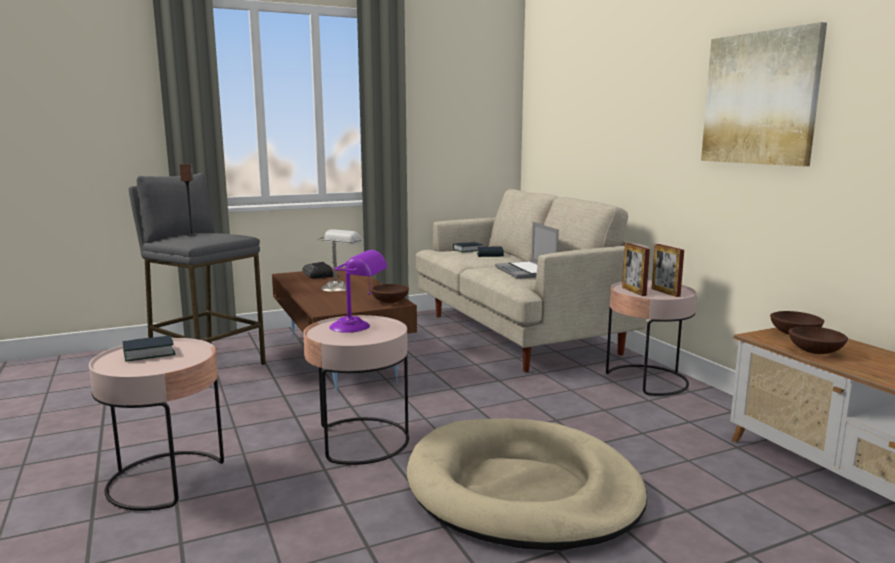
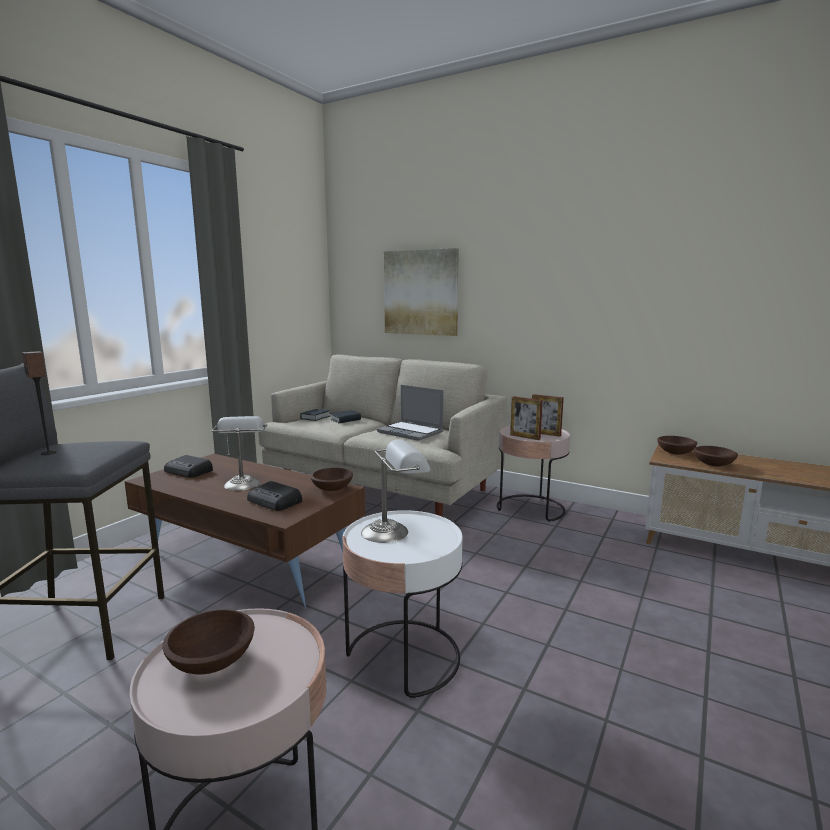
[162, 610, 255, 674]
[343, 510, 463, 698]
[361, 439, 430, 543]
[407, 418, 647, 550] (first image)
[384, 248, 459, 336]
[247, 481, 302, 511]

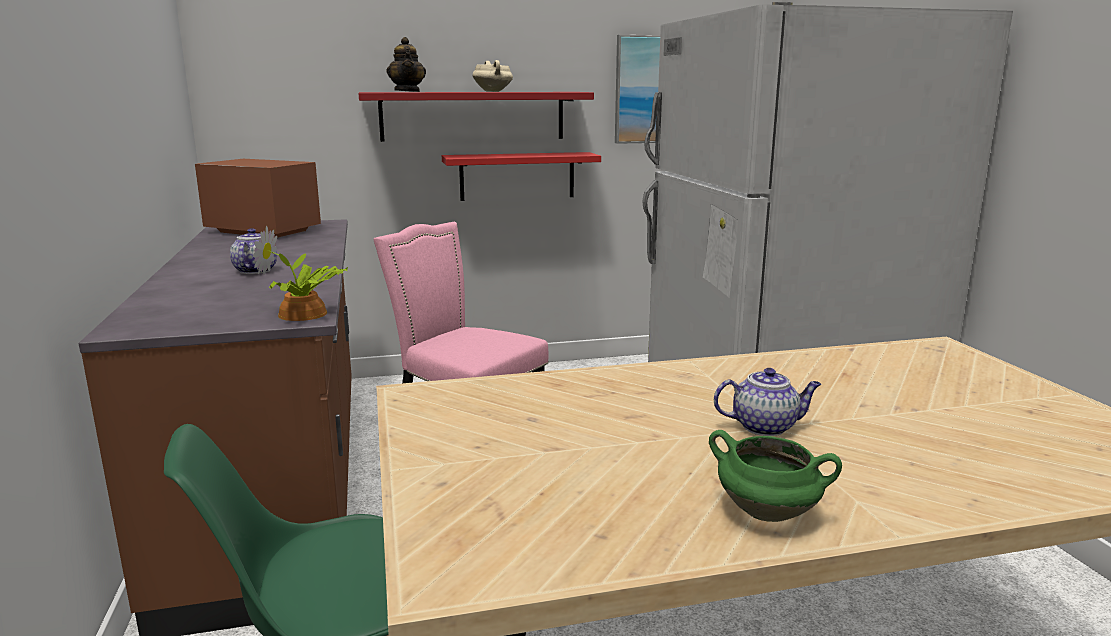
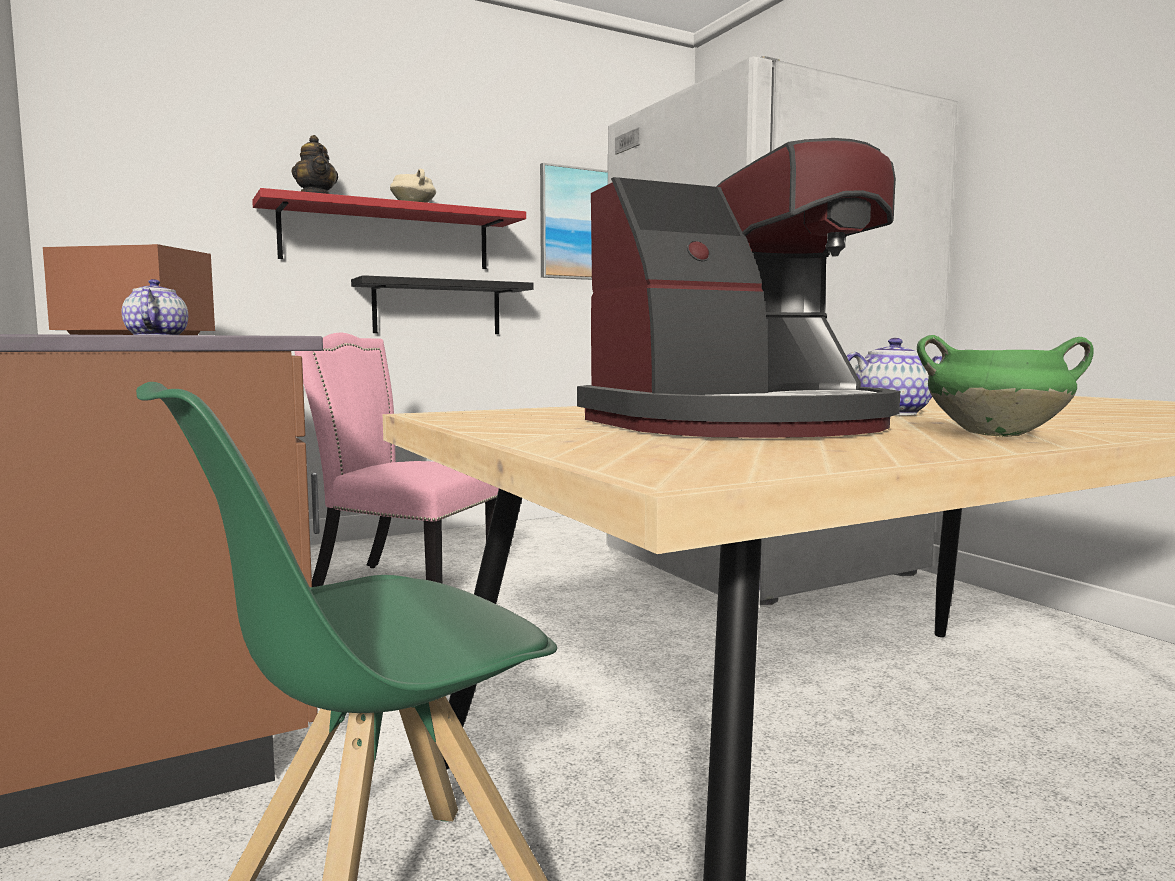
[253, 226, 348, 321] (first image)
[351, 275, 534, 334]
[577, 138, 900, 438]

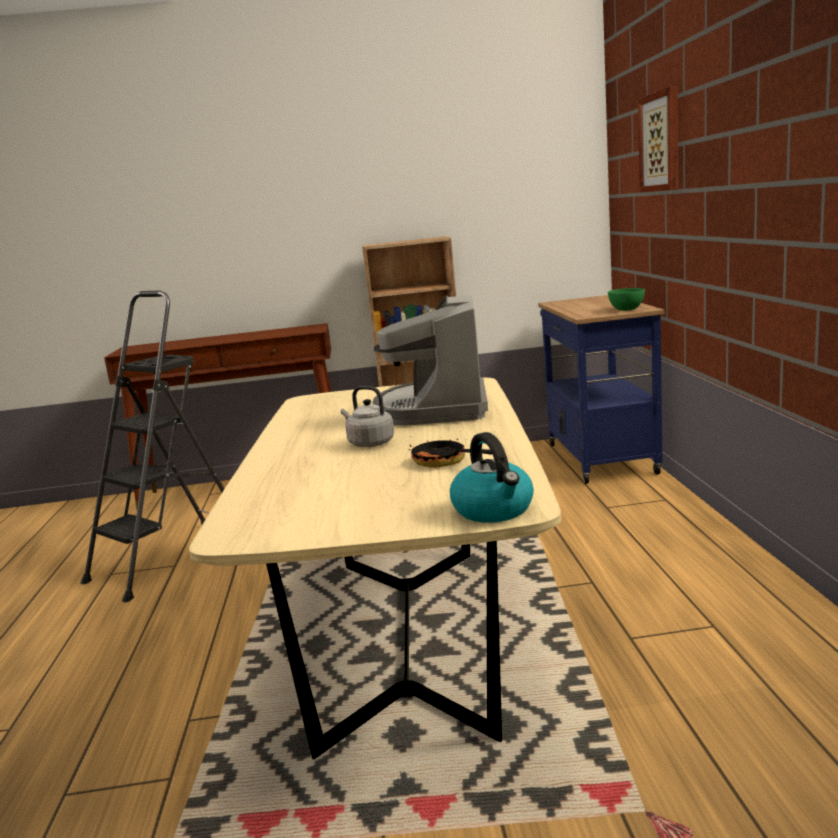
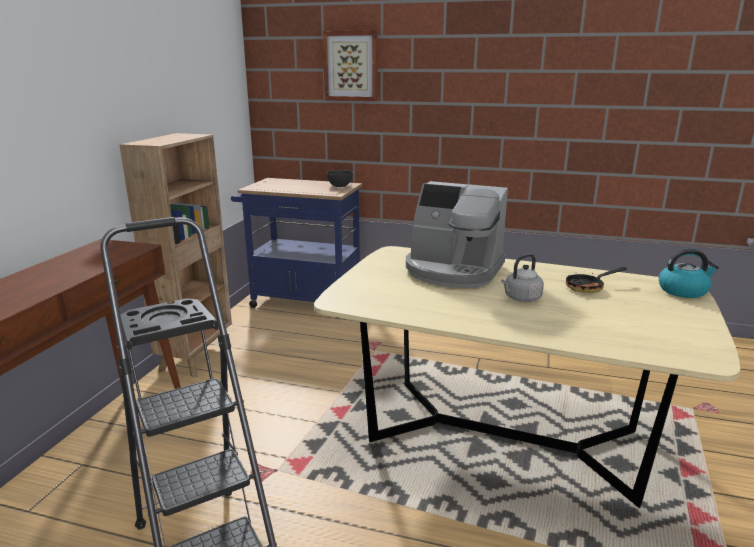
[327, 170, 353, 187]

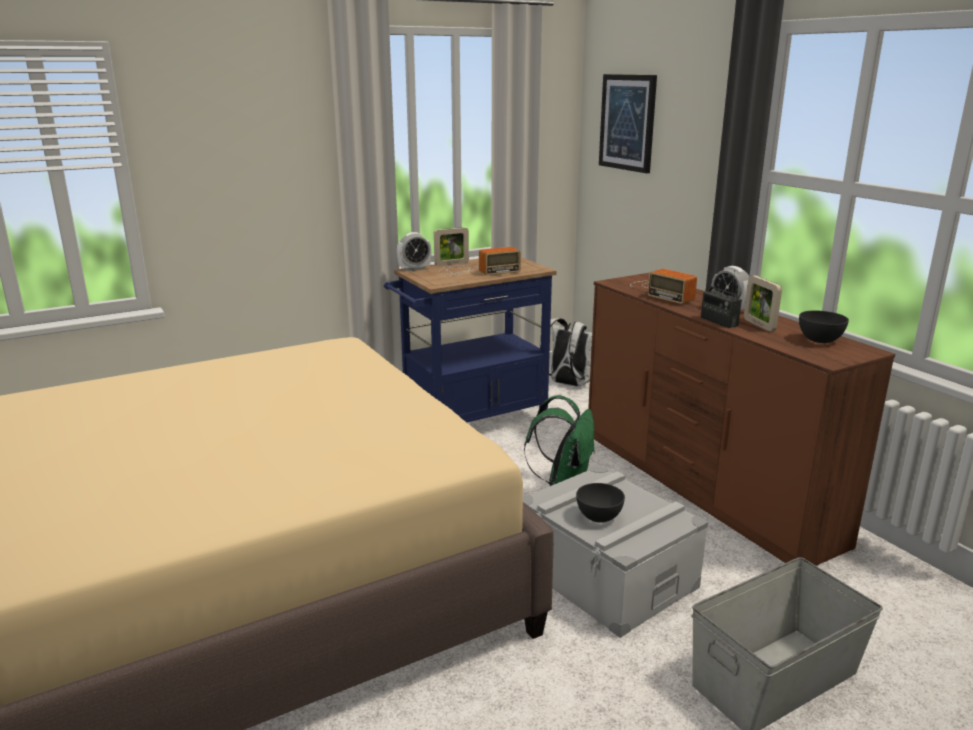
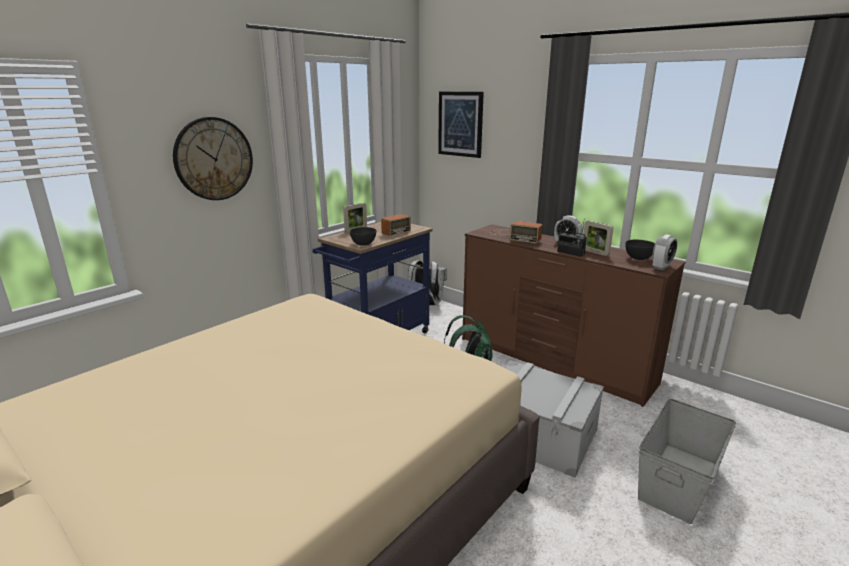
[653, 234, 677, 270]
[350, 227, 376, 246]
[173, 117, 253, 200]

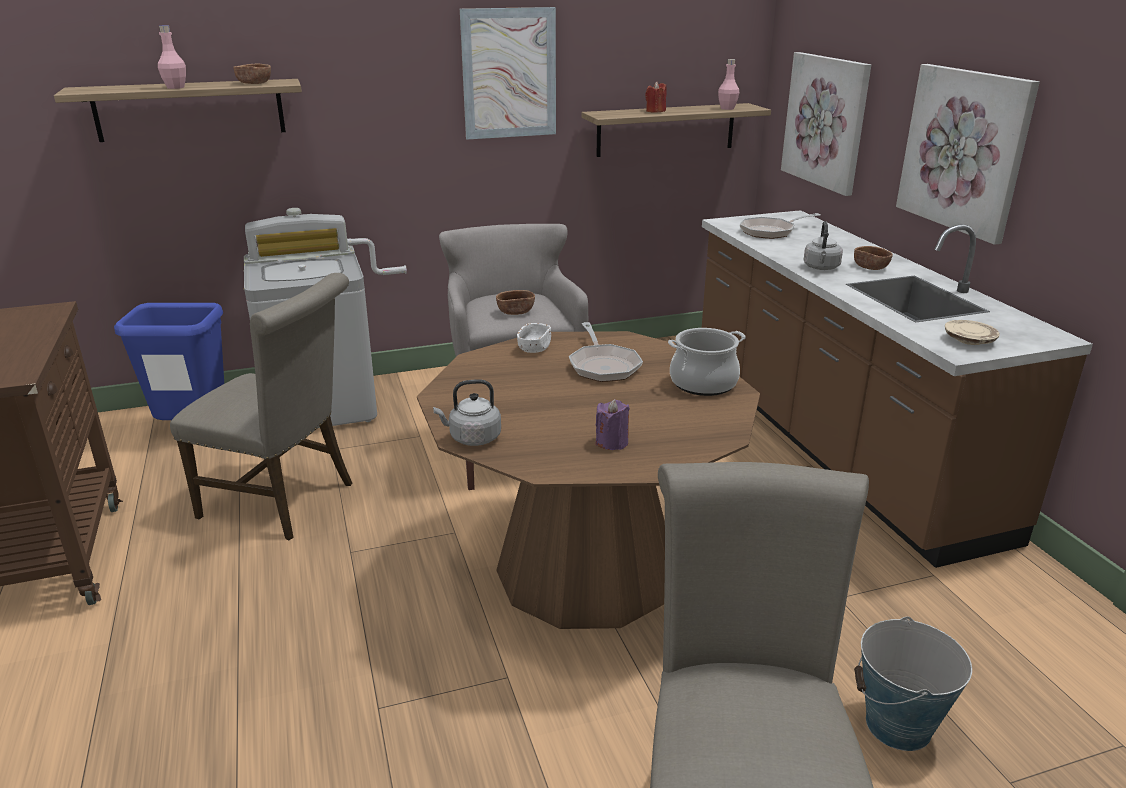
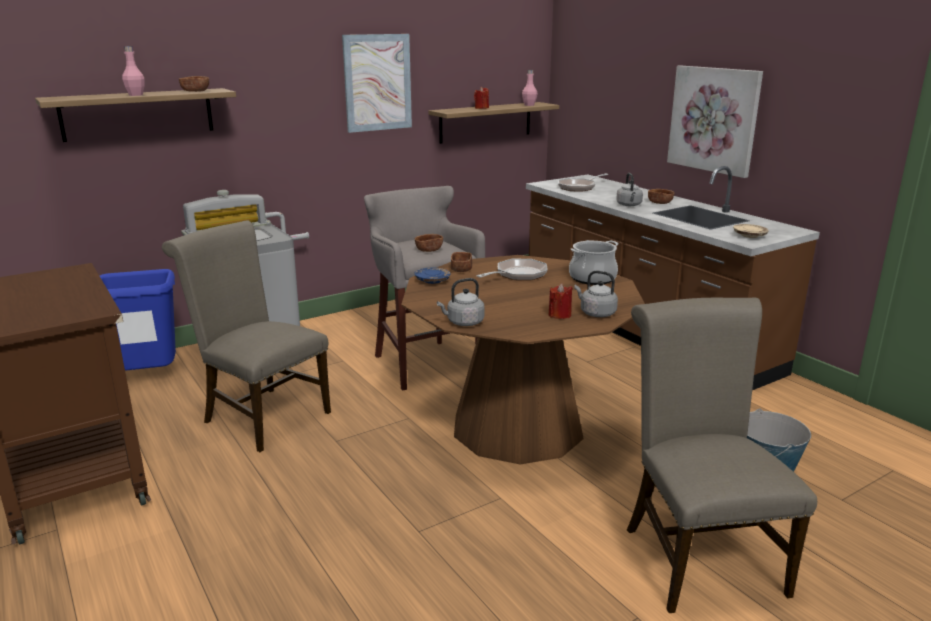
[162, 220, 331, 452]
[451, 252, 472, 272]
[476, 259, 547, 281]
[549, 283, 573, 319]
[781, 52, 871, 196] (first image)
[414, 268, 451, 284]
[574, 271, 618, 317]

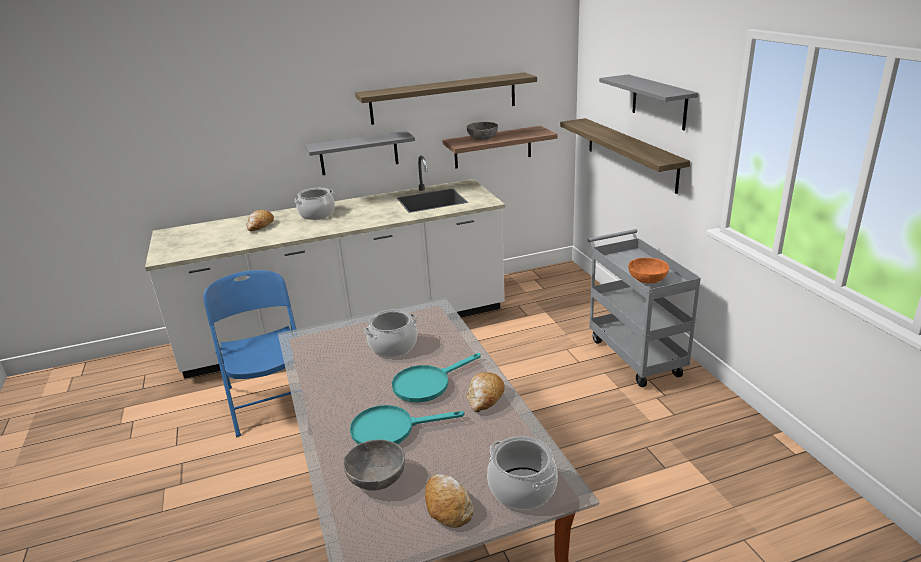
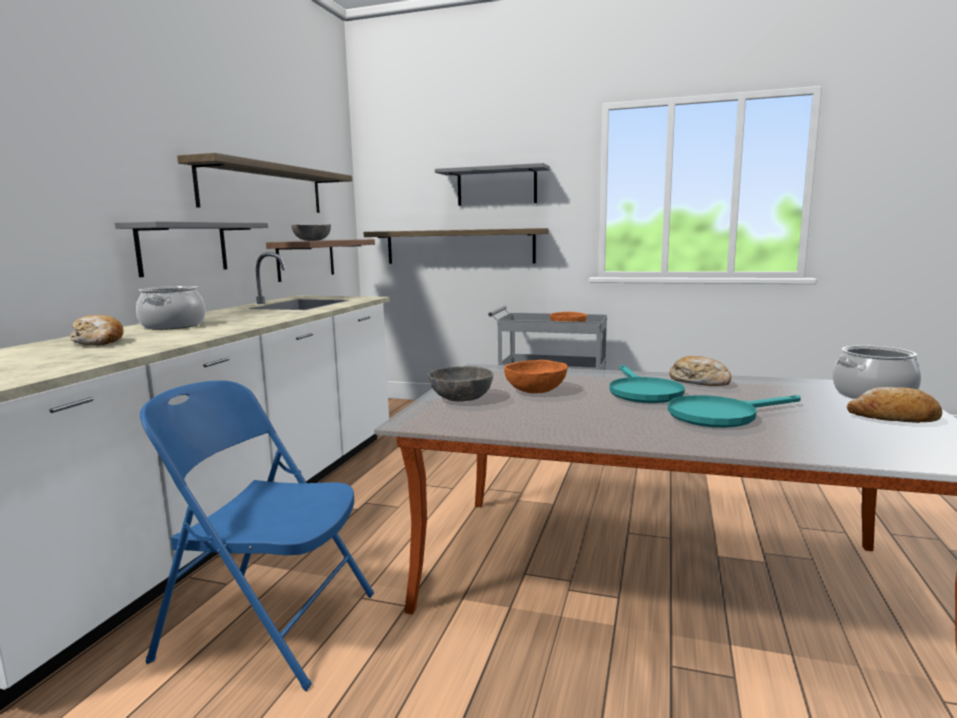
[428, 366, 493, 402]
[668, 395, 801, 428]
[504, 360, 567, 394]

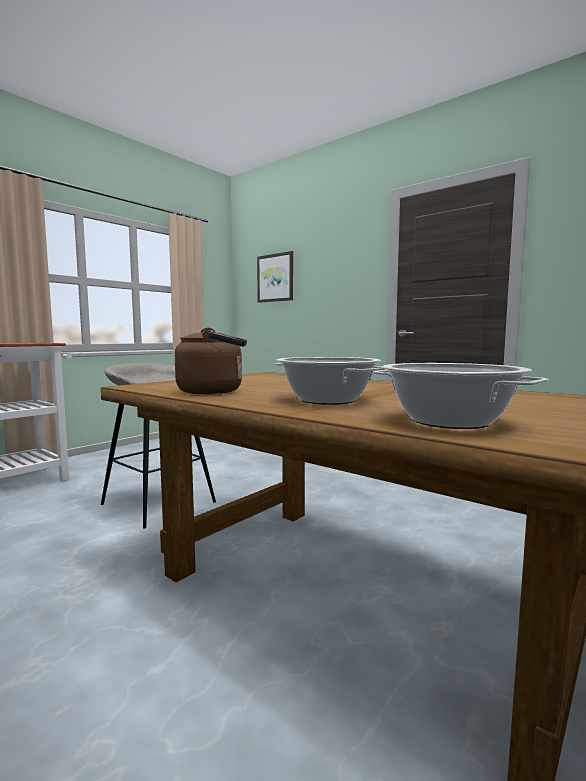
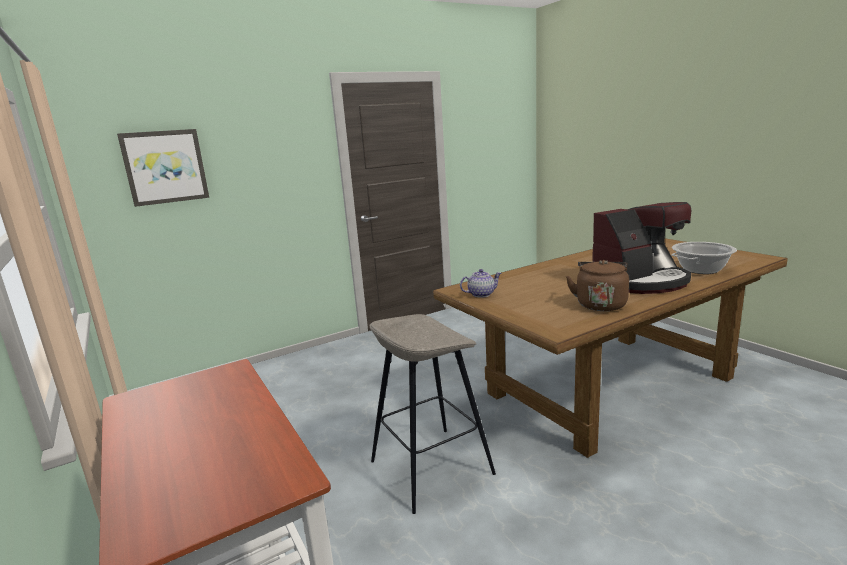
[592, 202, 691, 294]
[460, 269, 501, 298]

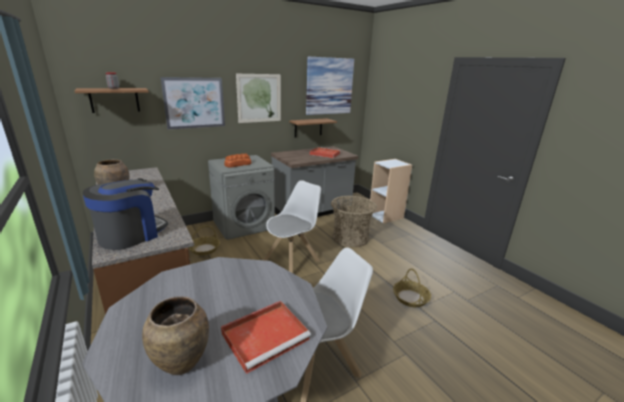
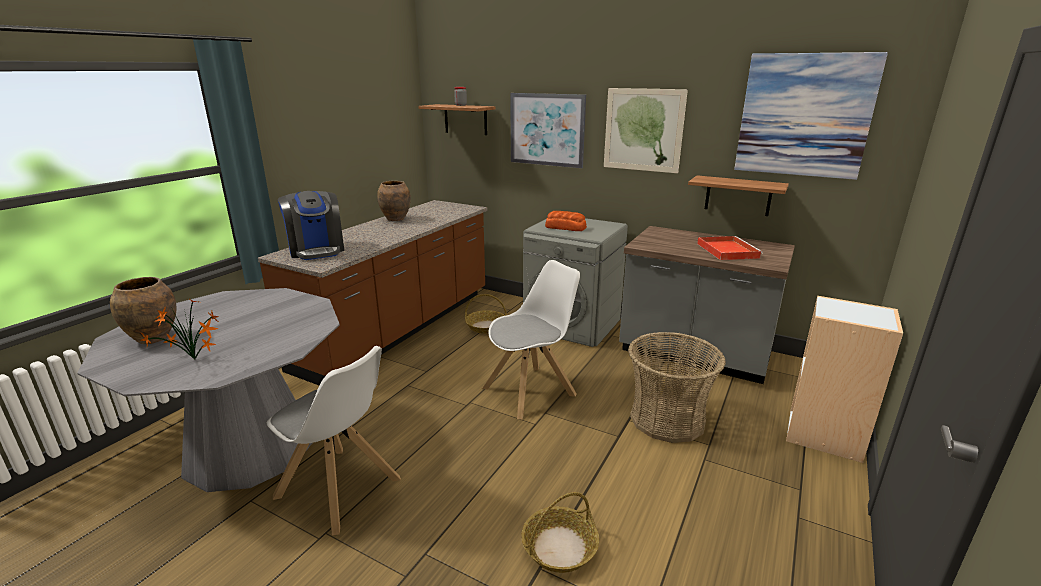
[278, 191, 344, 260]
[140, 298, 219, 359]
[482, 260, 580, 419]

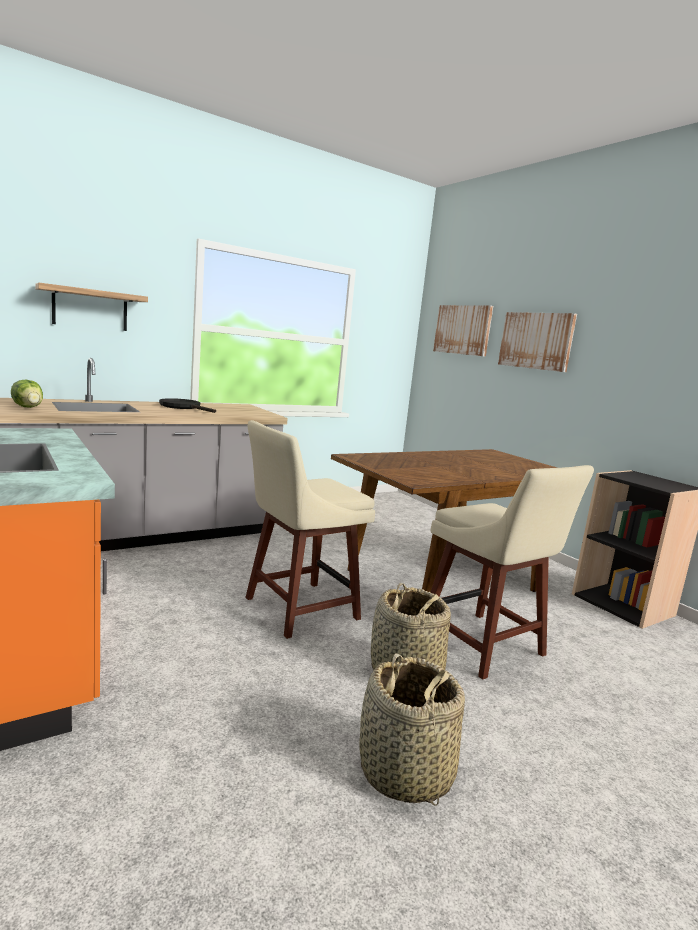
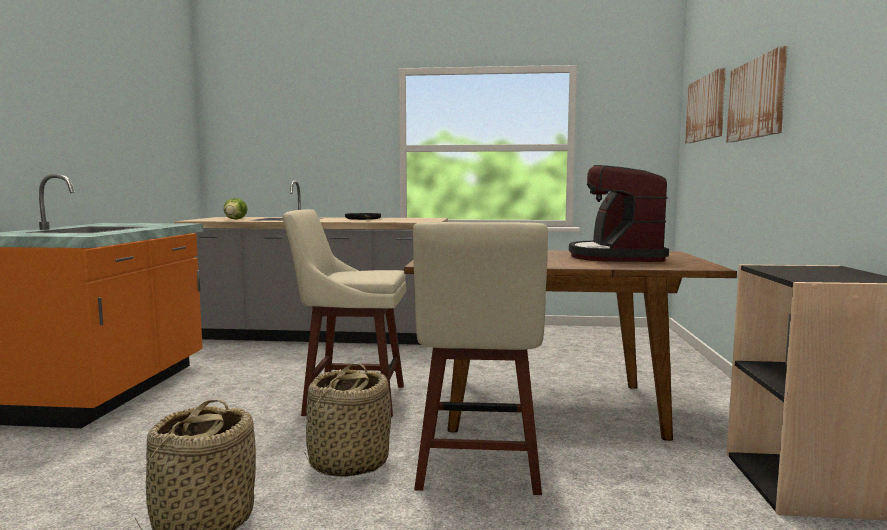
[35, 283, 148, 331] (first image)
[569, 165, 669, 262]

